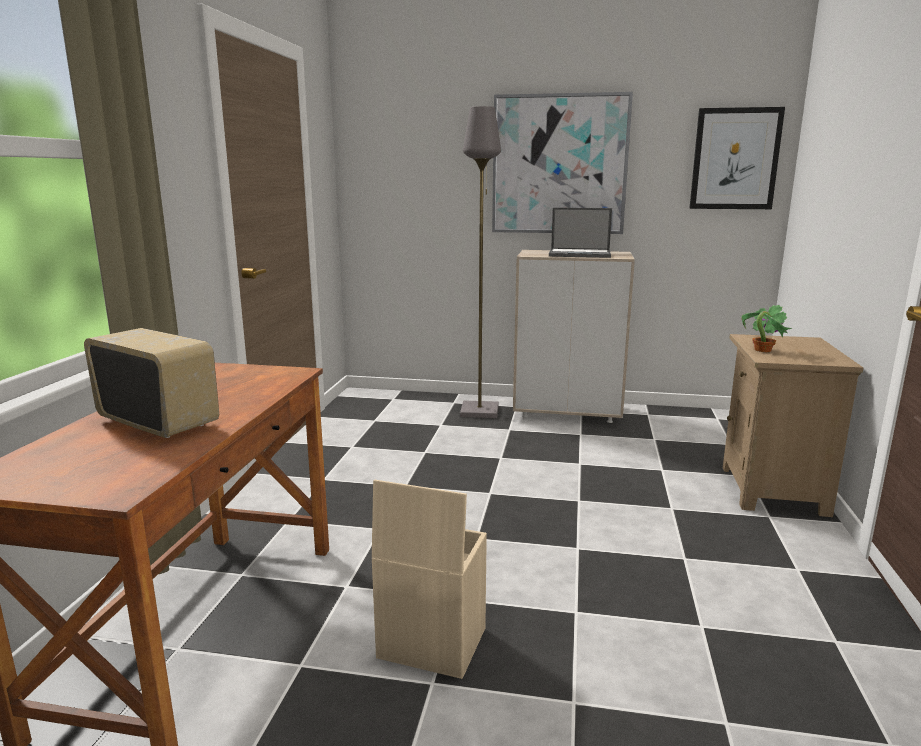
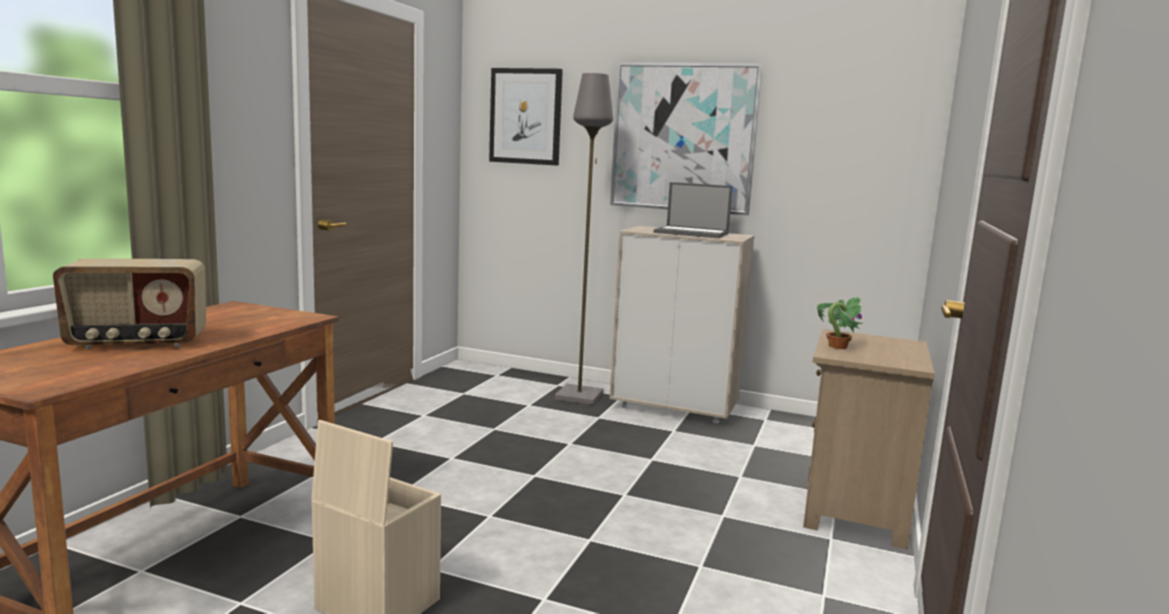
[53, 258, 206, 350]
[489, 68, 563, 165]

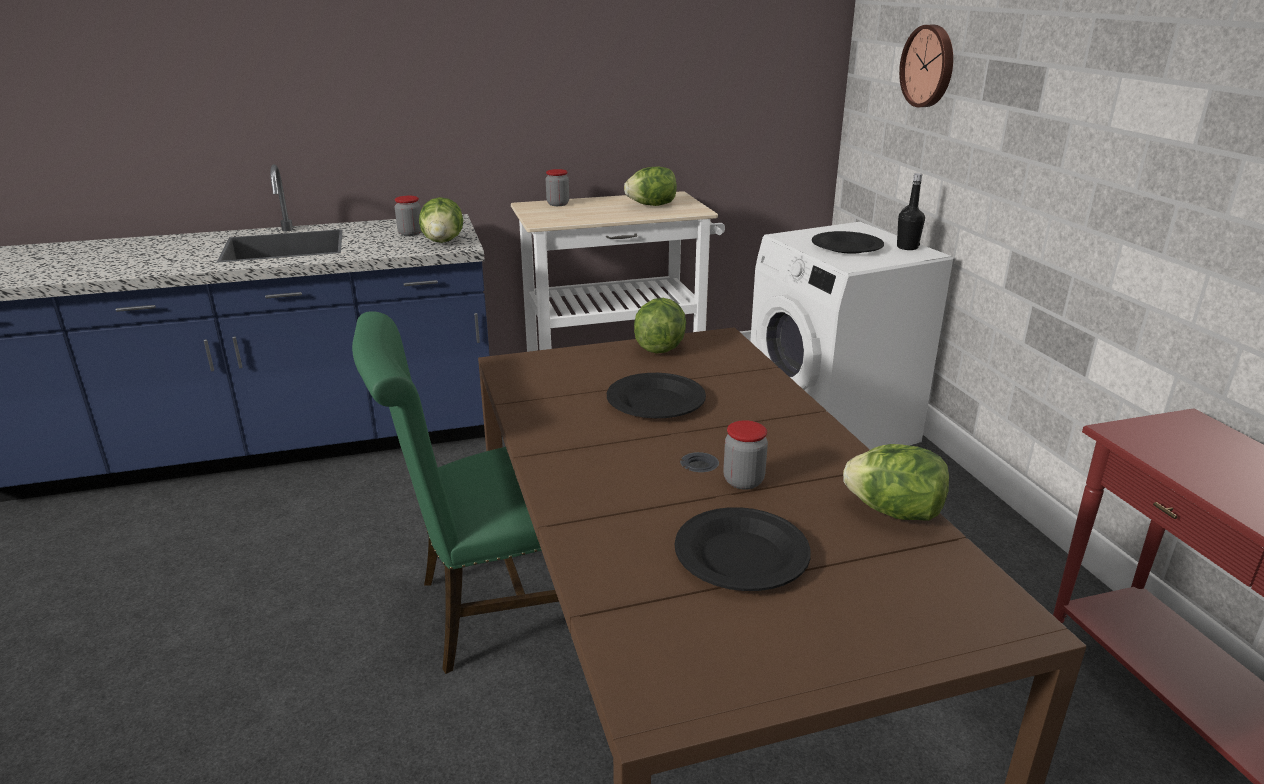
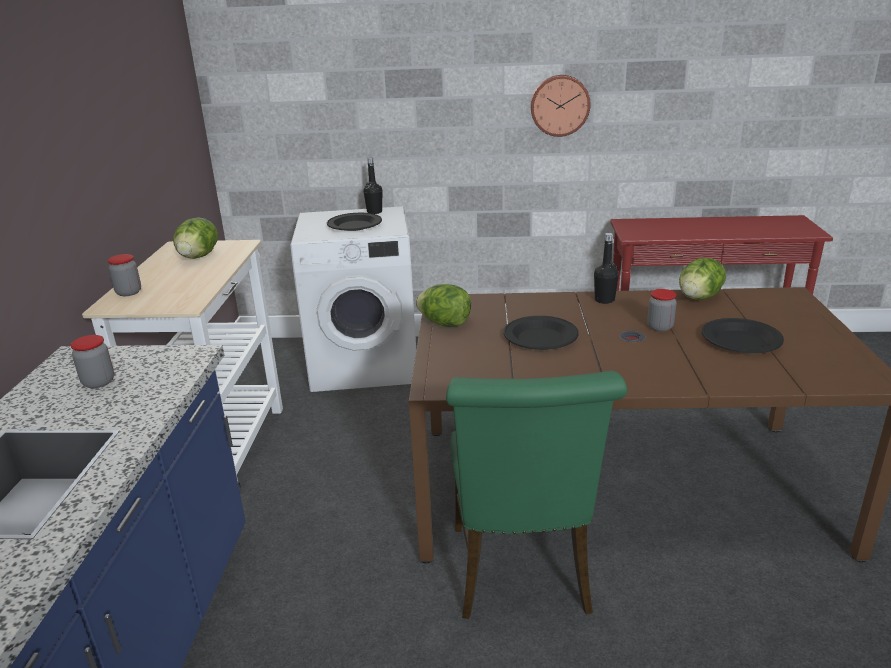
[419, 197, 463, 243] (first image)
[531, 75, 591, 137]
[594, 233, 619, 304]

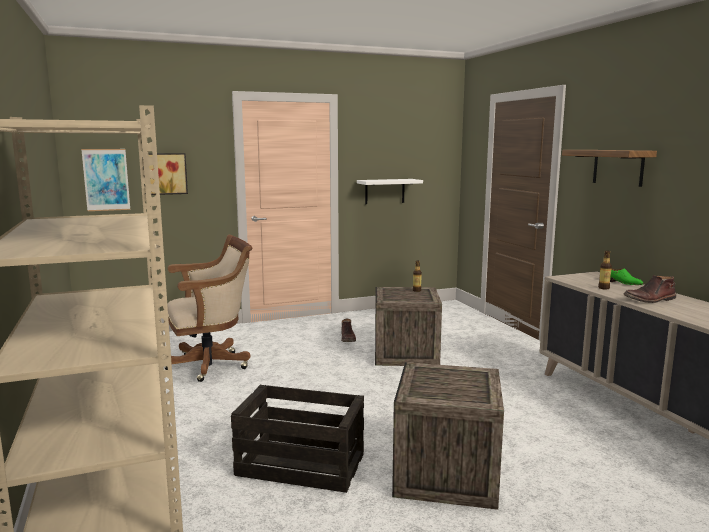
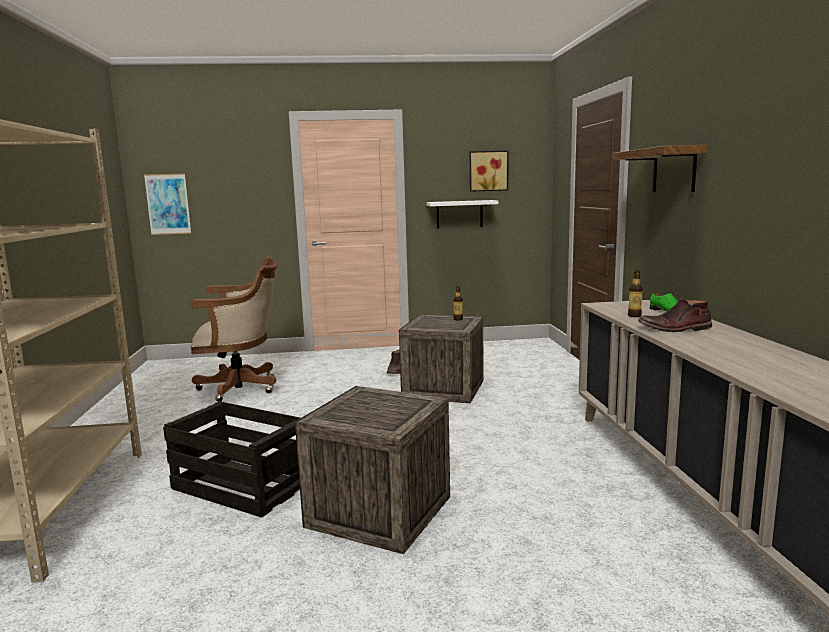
[470, 150, 508, 192]

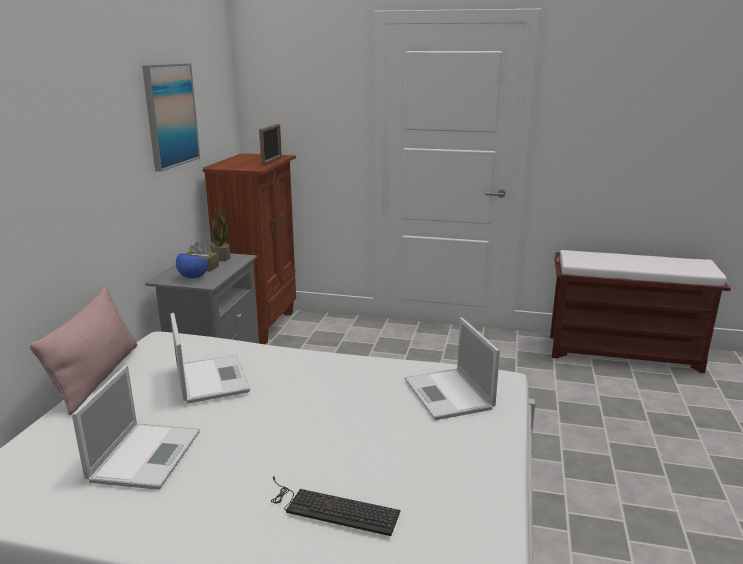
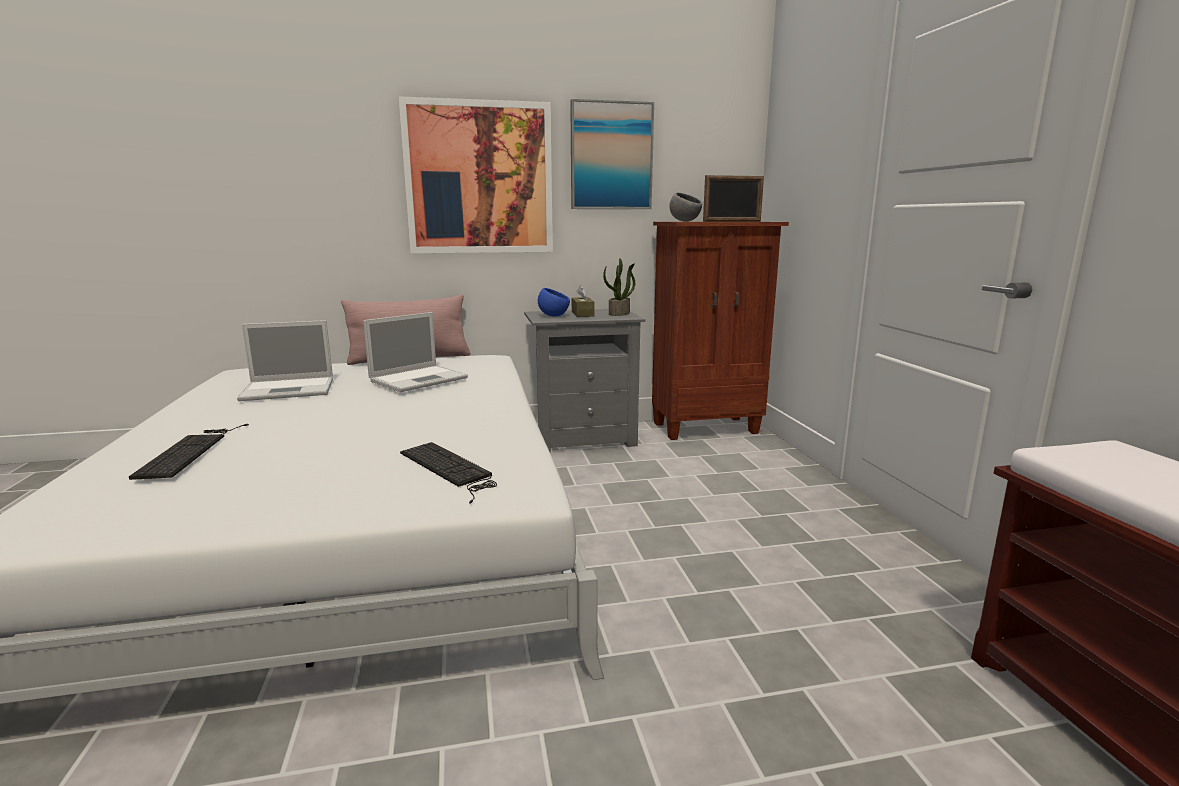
[400, 442, 497, 504]
[399, 96, 553, 253]
[669, 192, 702, 222]

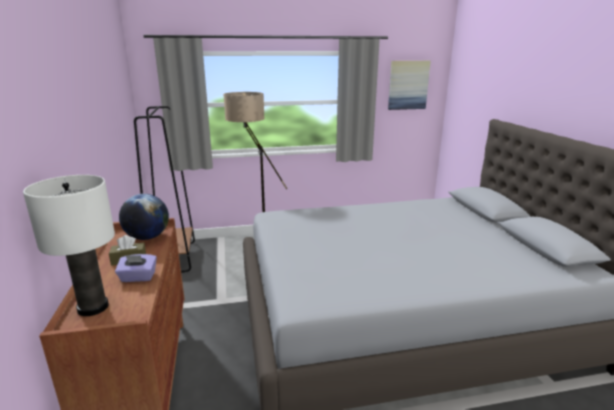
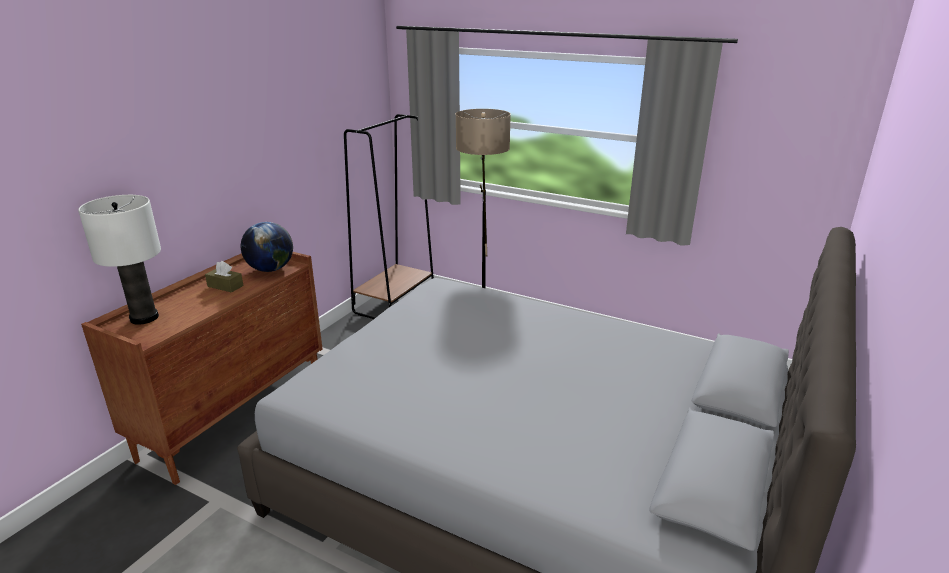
[115, 254, 157, 282] (first image)
[388, 61, 431, 110] (first image)

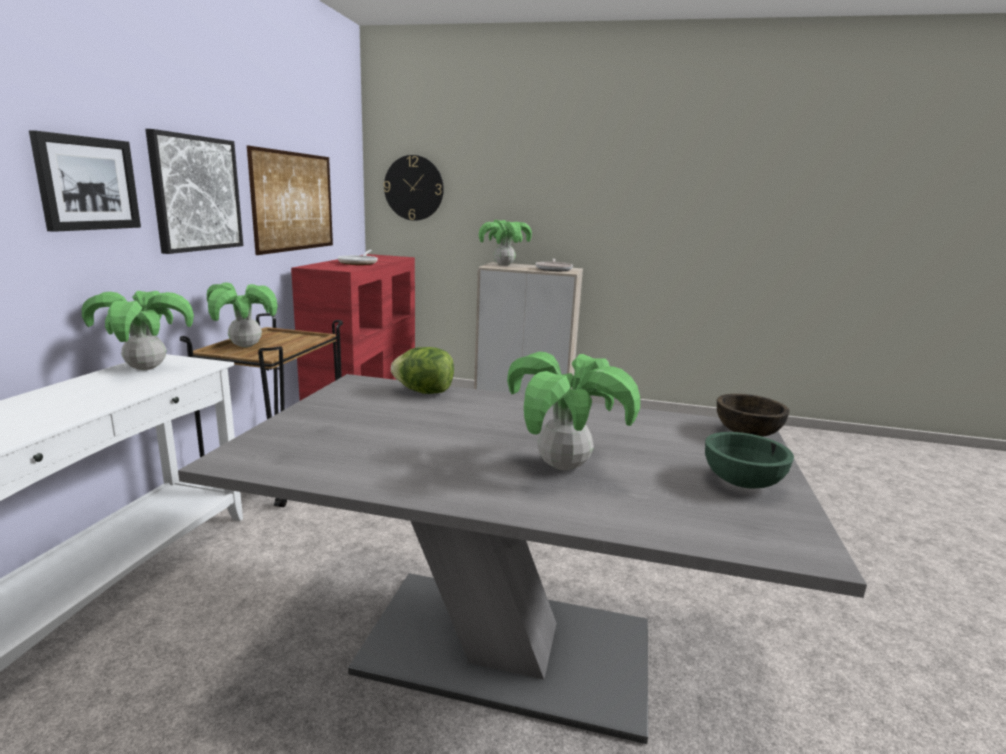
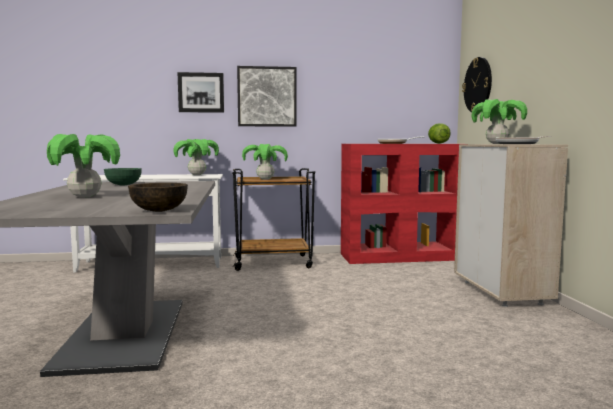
[247, 146, 333, 255] (first image)
[428, 123, 451, 144]
[104, 168, 142, 185]

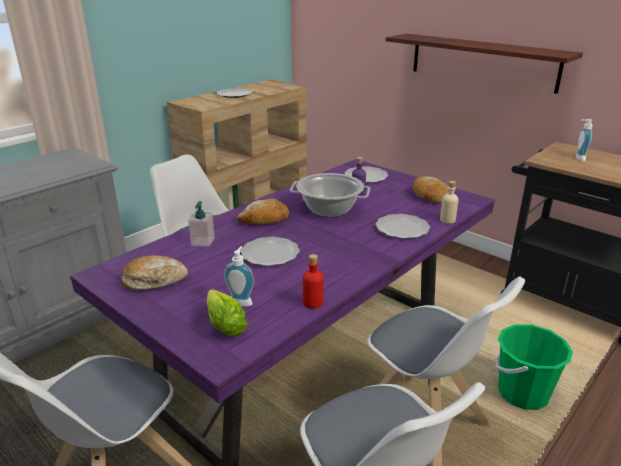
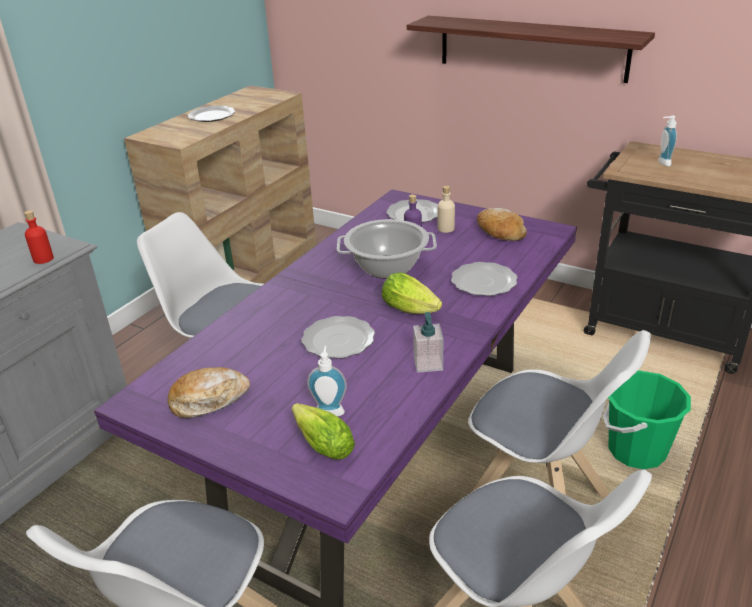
[413, 312, 443, 373]
[237, 199, 289, 225] (first image)
[24, 210, 54, 264]
[437, 185, 455, 233]
[382, 272, 442, 314]

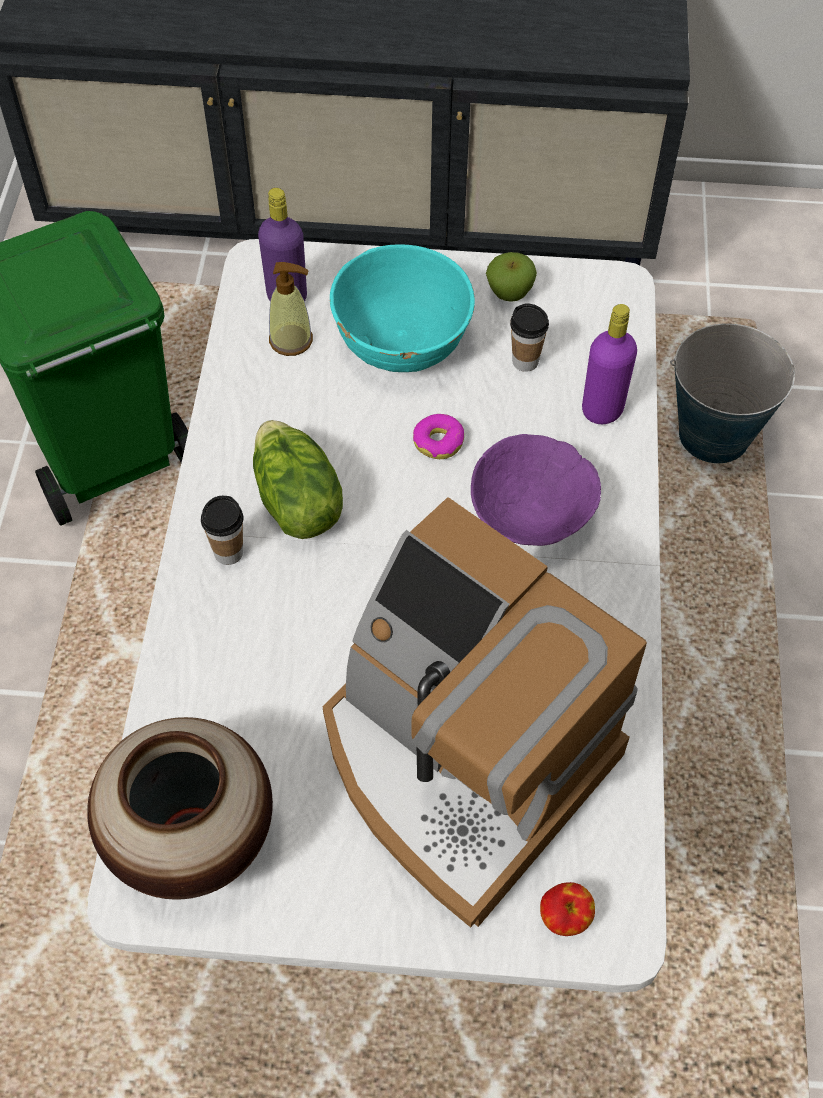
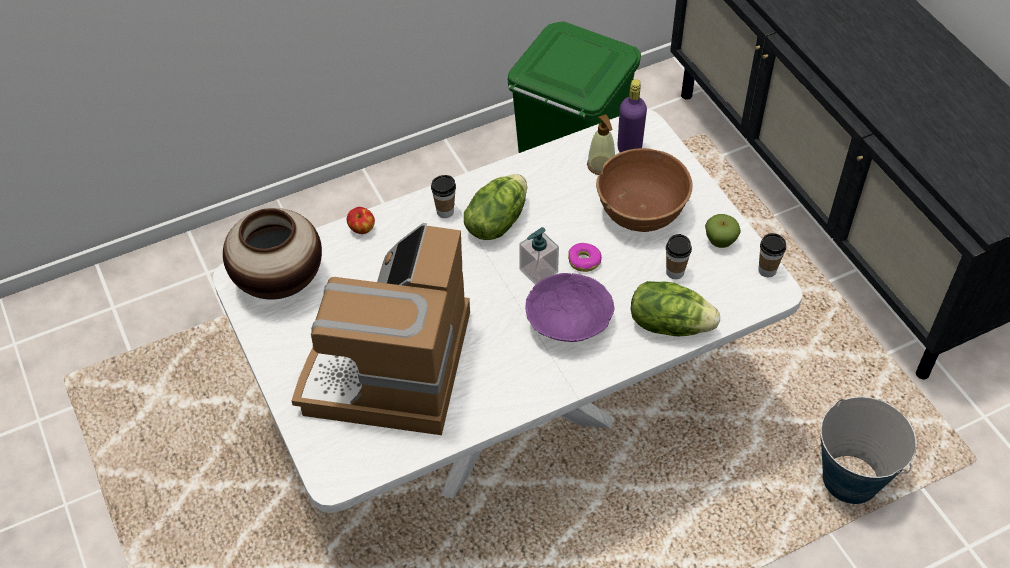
[596, 148, 693, 232]
[347, 207, 375, 234]
[631, 281, 720, 336]
[519, 227, 559, 285]
[758, 233, 786, 277]

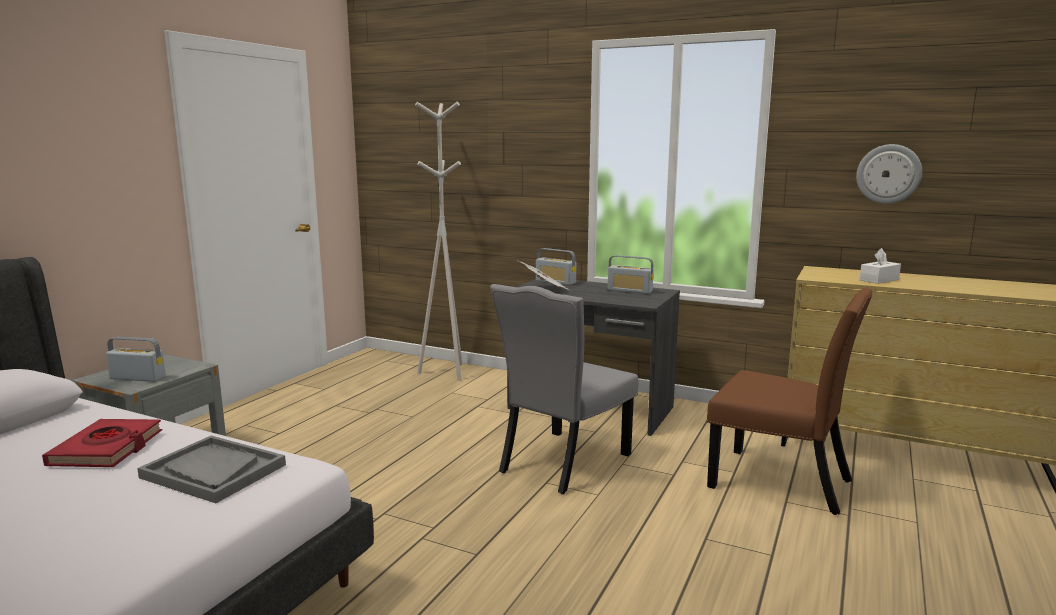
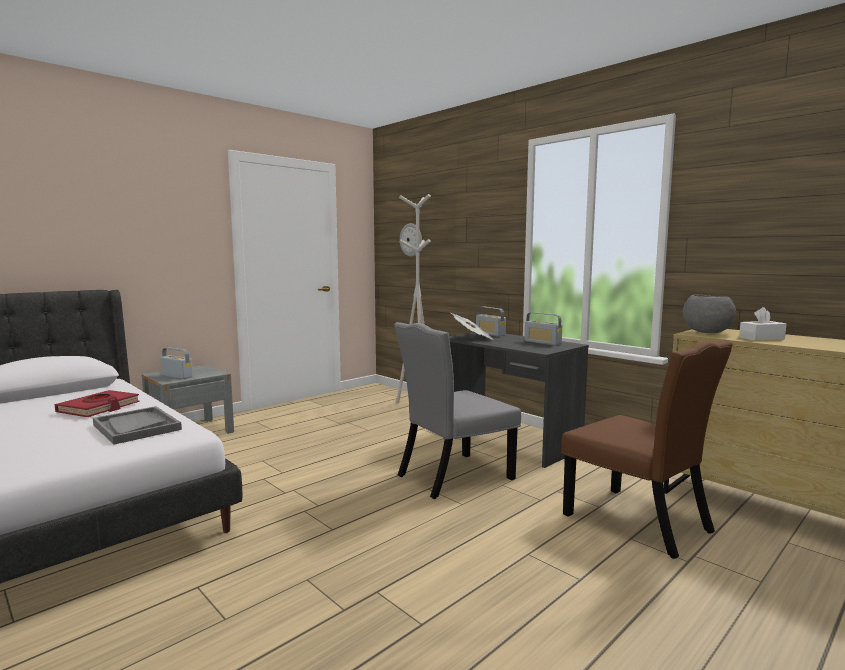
[400, 223, 422, 256]
[683, 295, 736, 333]

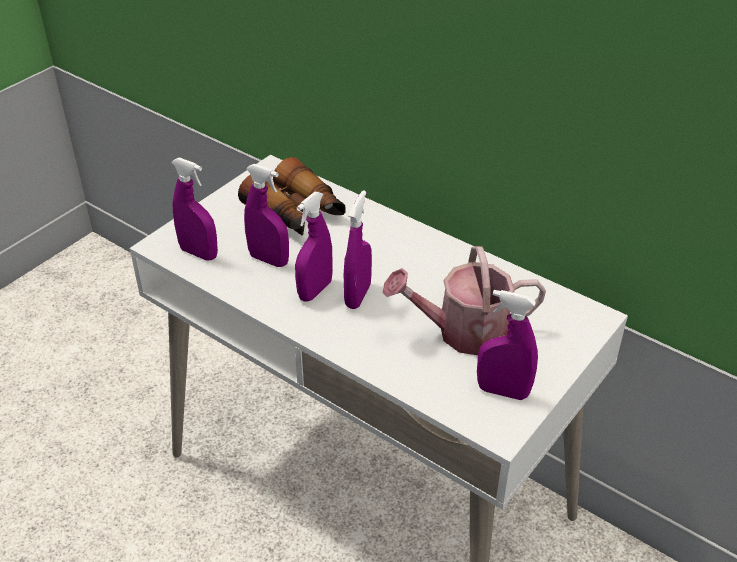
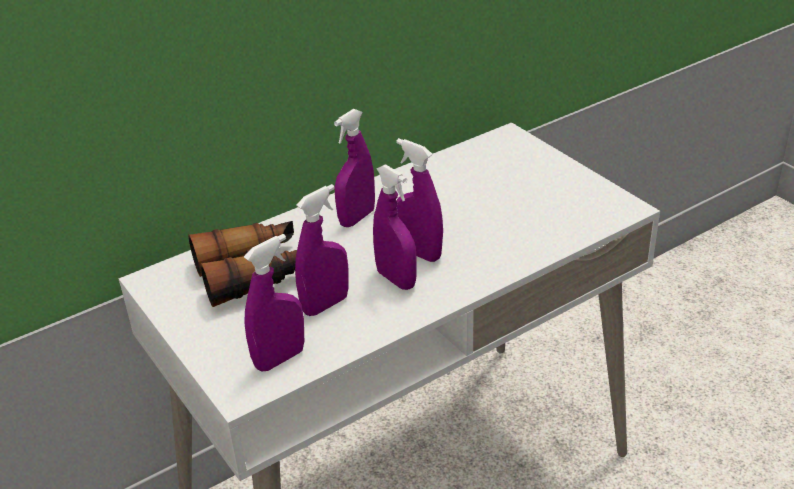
[382, 246, 546, 355] (first image)
[334, 109, 375, 227]

